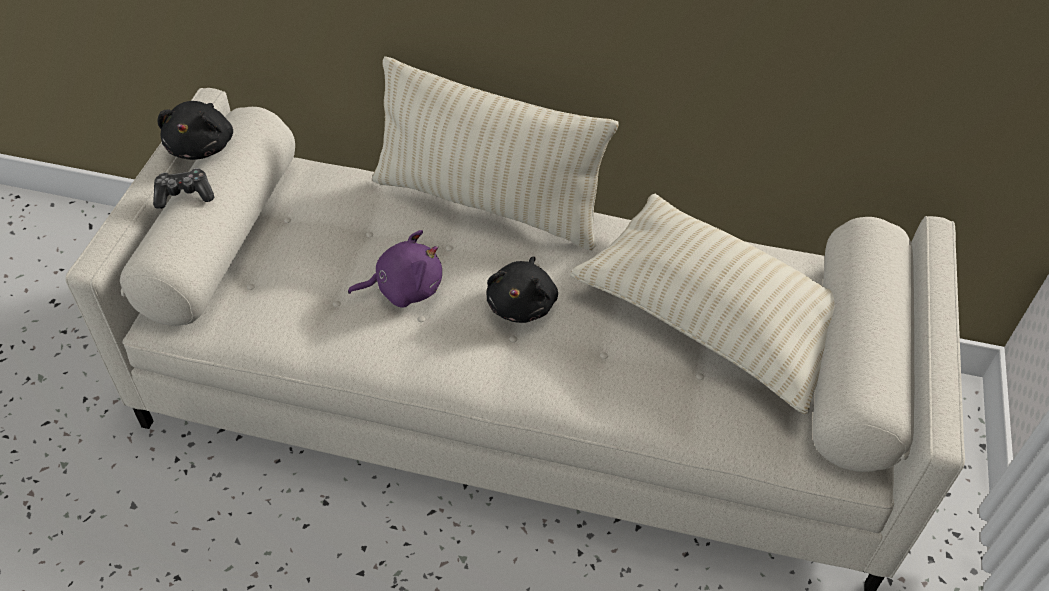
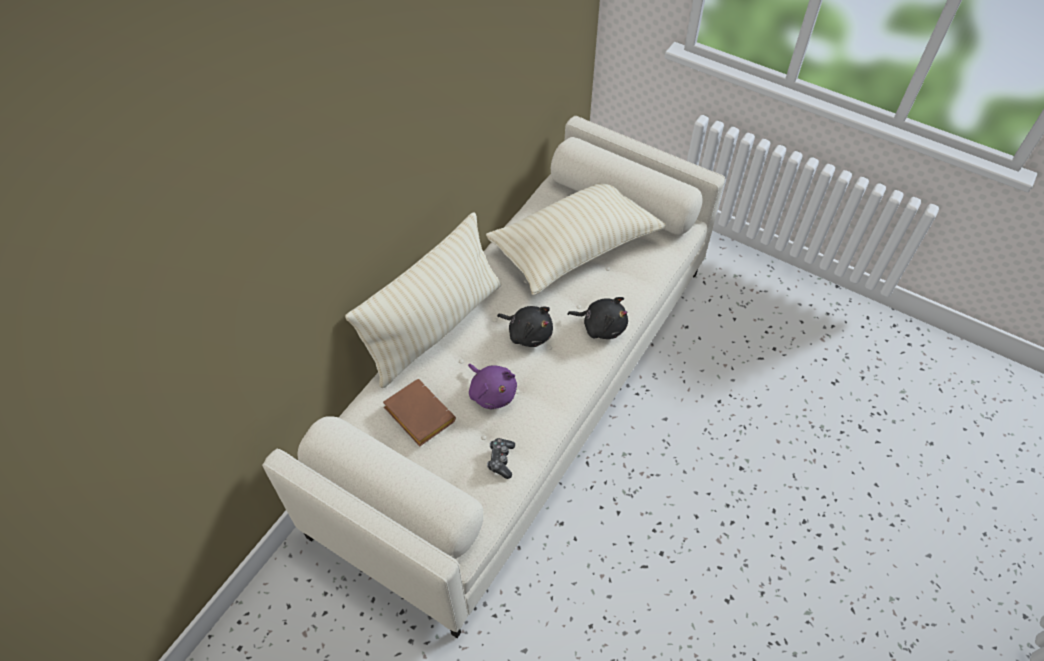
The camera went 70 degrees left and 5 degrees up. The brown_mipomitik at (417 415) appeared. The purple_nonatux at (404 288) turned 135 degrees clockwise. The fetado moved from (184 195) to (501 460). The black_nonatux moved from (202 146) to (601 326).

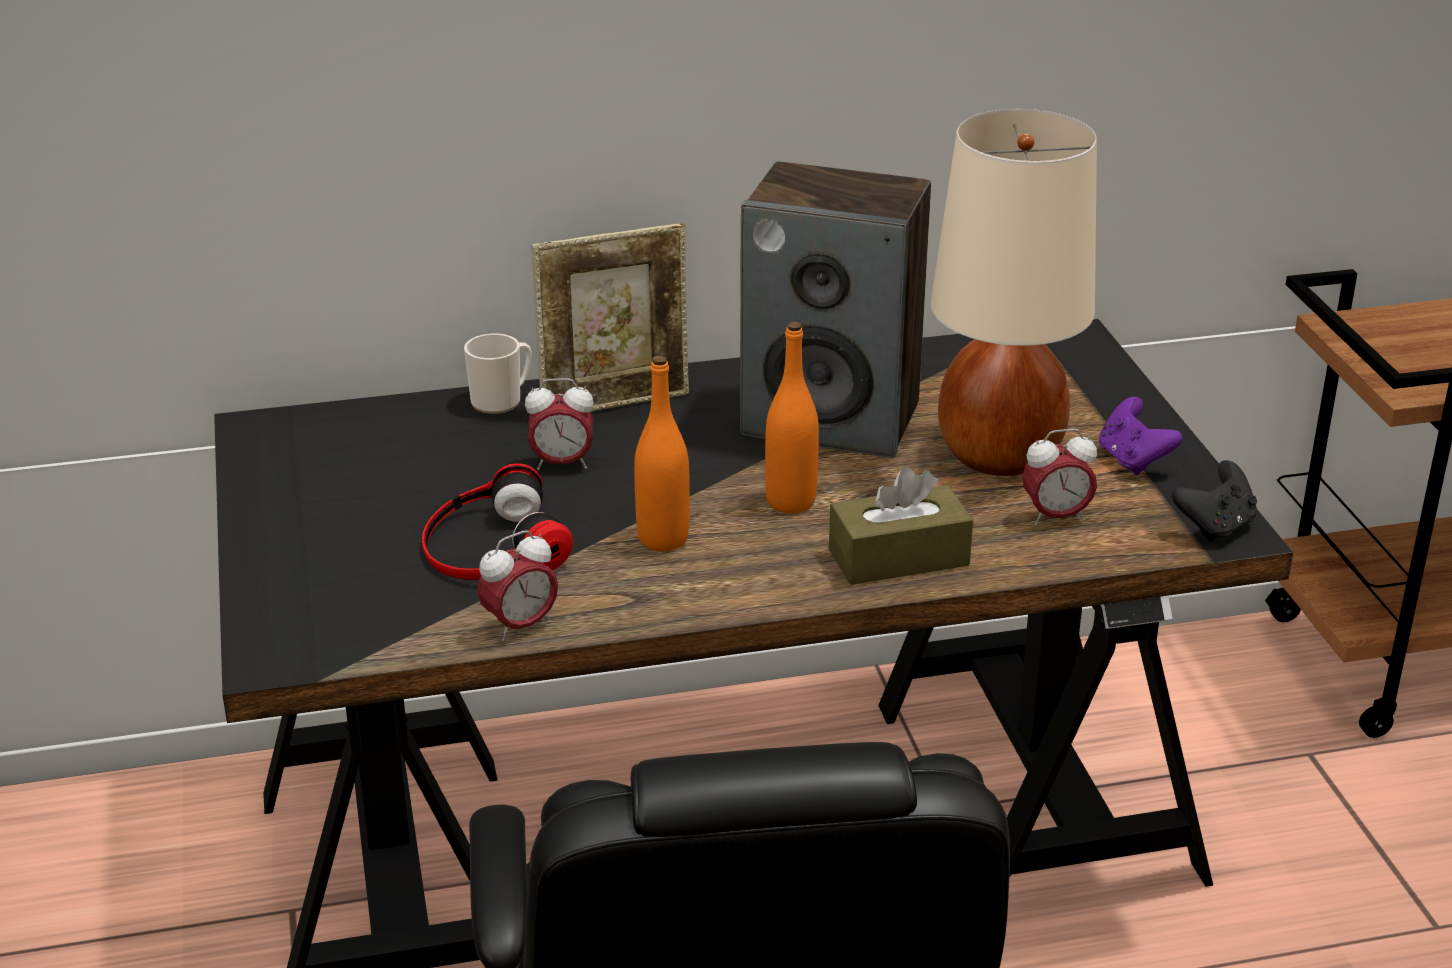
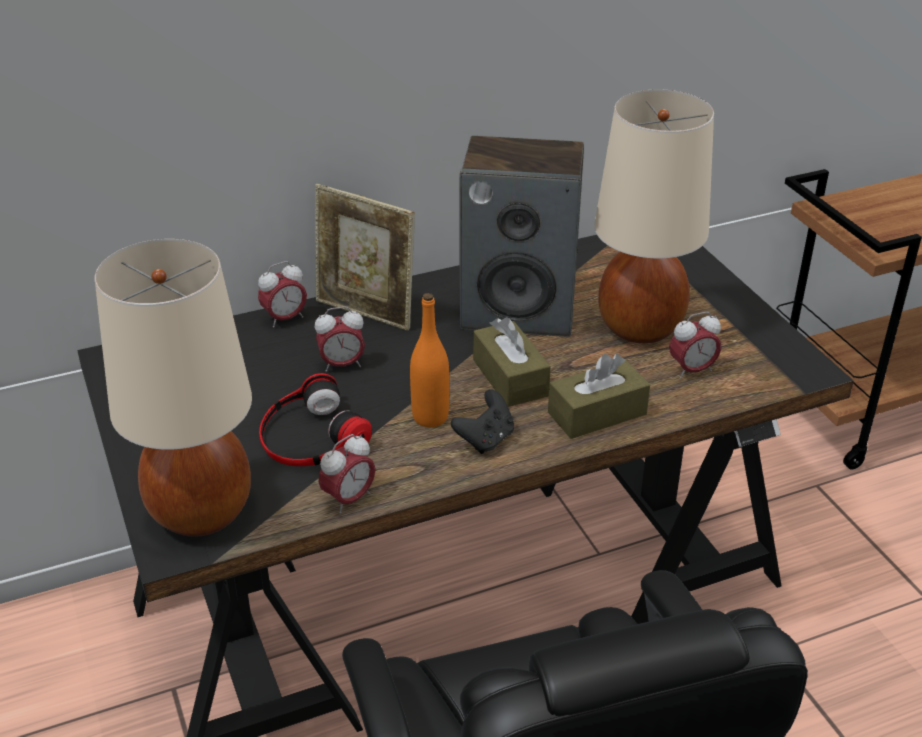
The camera went 10 degrees left and 5 degrees up. The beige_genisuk at (200 511) appeared. The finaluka at (501 400) was replaced by the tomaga at (285 319). The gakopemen at (615 403) turned 60 degrees clockwise. The black_fetado moved from (1215 526) to (485 439). The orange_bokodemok at (790 501) was replaced by the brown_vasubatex at (510 378). The purple_fetado at (1133 460) disappeared.

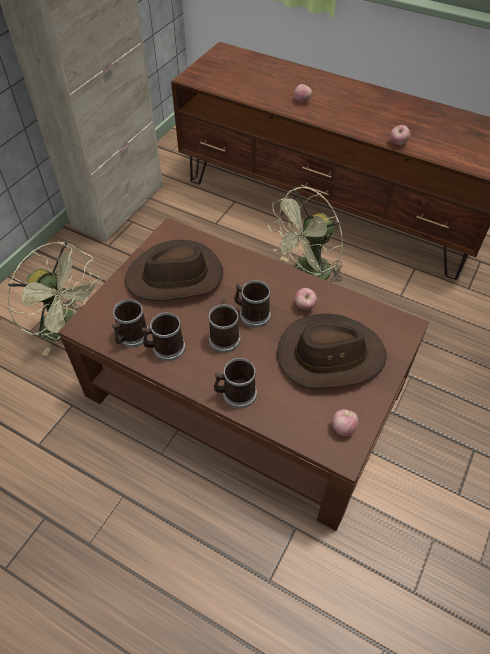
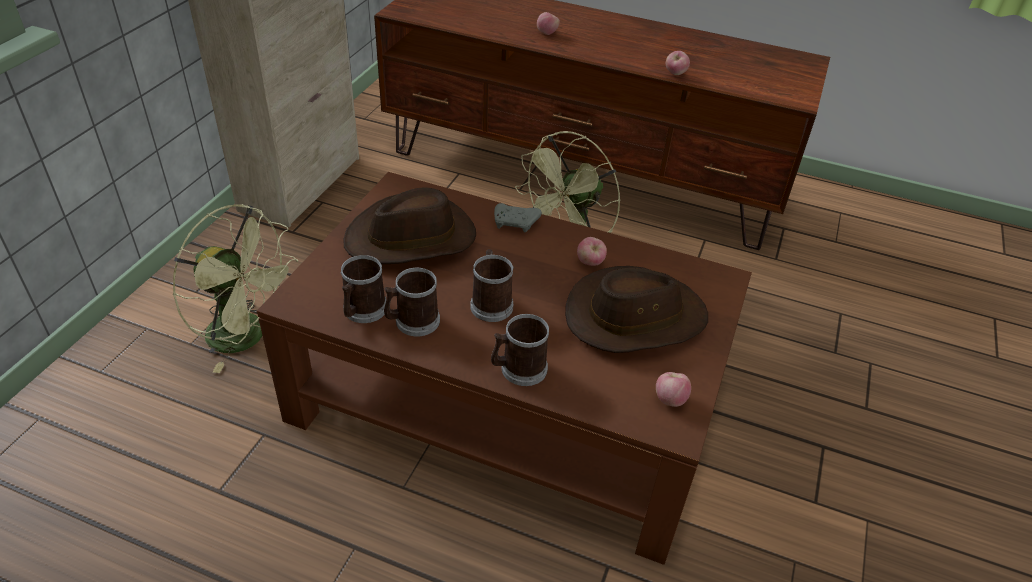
The camera went 10 degrees left and 10 degrees down. The grey_fetado at (516 223) appeared. The finaluka at (251 314) disappeared.

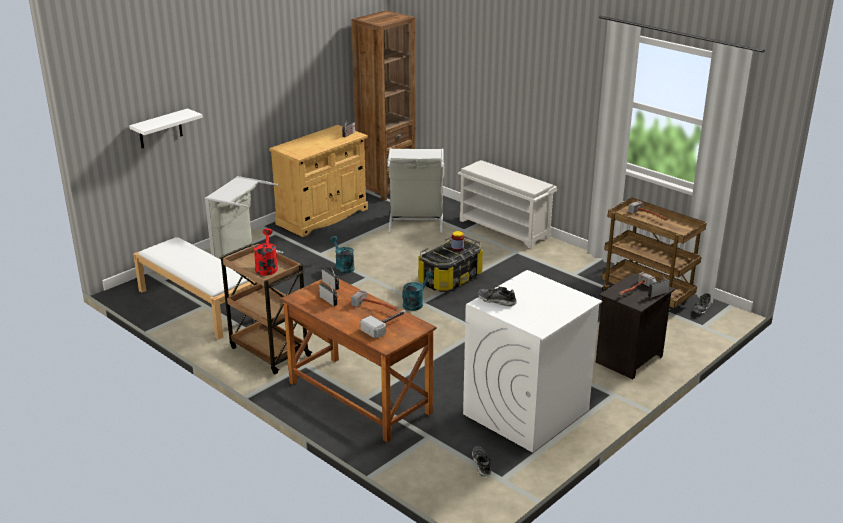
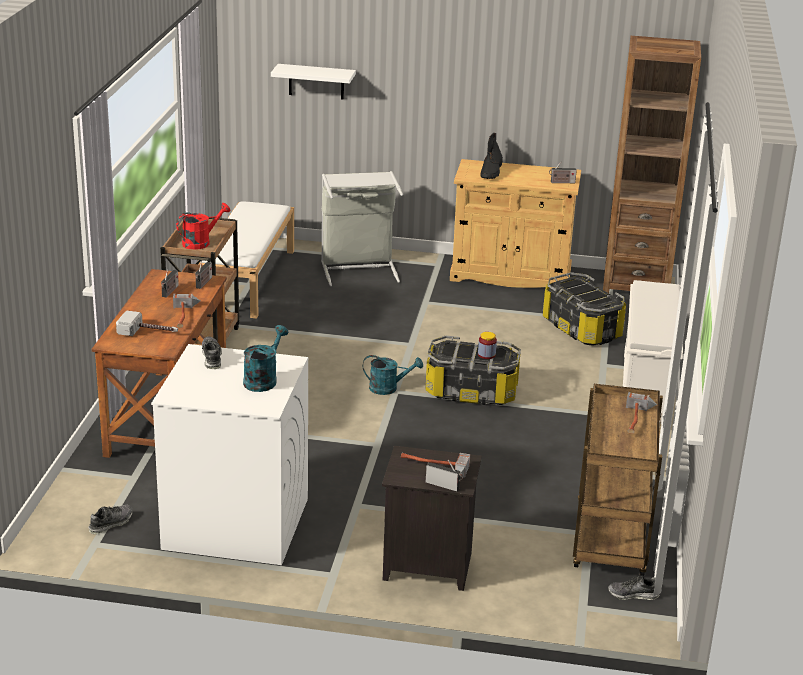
The camera went 55 degrees right and 0 degrees up. The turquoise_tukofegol moved from (343 267) to (263 380). The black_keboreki at (491 172) appeared. The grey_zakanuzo at (416 221) was replaced by the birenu at (582 328).

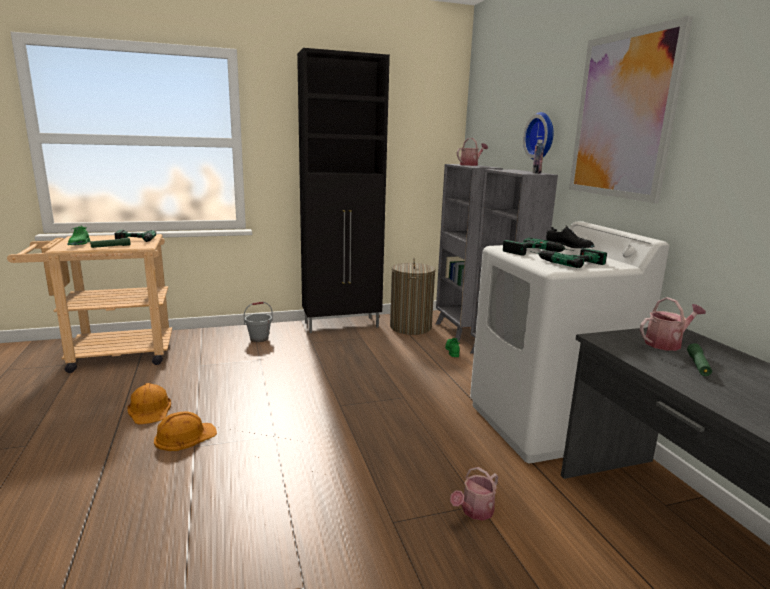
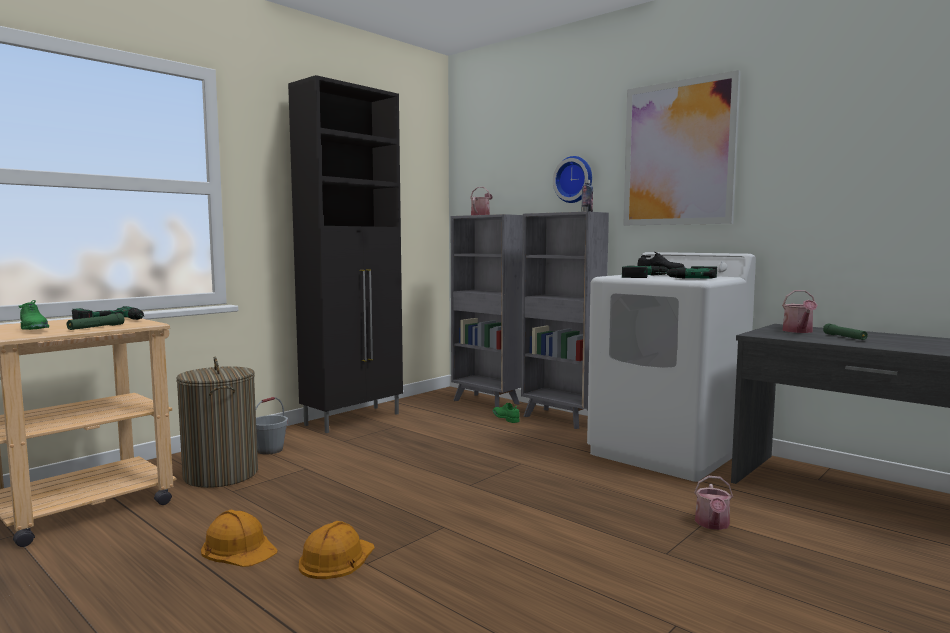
The camera went 30 degrees left and 10 degrees down. The zakanuzo moved from (410 327) to (221 474). The tukofegol at (666 343) turned 150 degrees clockwise.

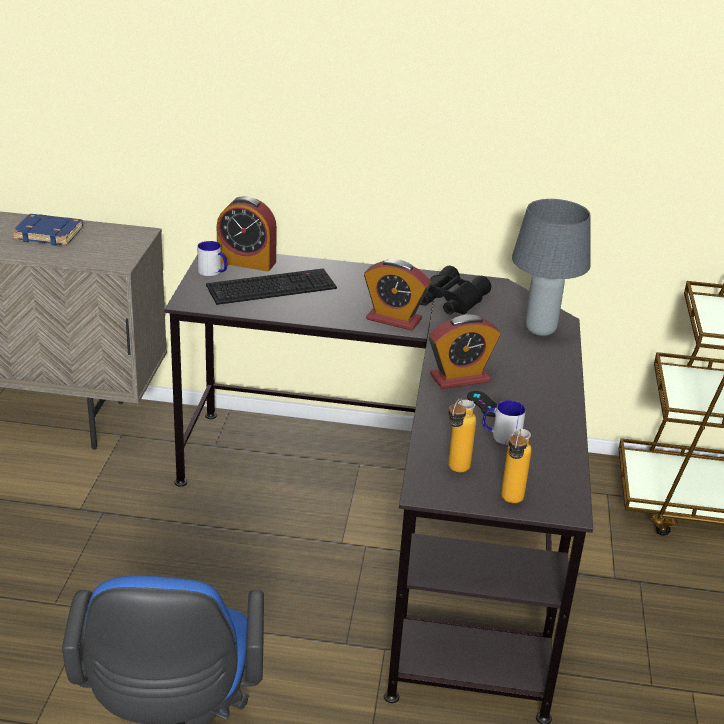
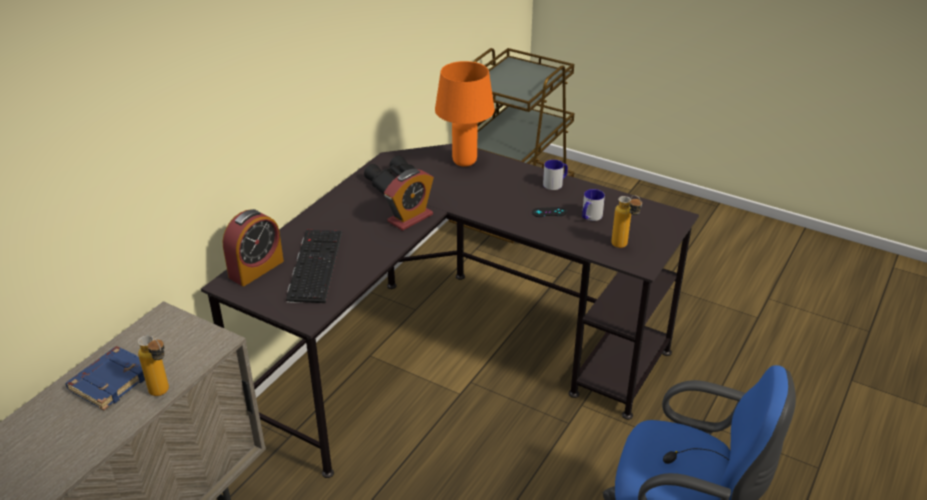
The camera went 65 degrees left and 5 degrees up. The bokodemok moved from (510 503) to (163 394). The grey_genisuk at (541 330) became the orange_genisuk at (465 161). The finaluka moved from (213 272) to (555 183). The tomaga at (460 378) disappeared.

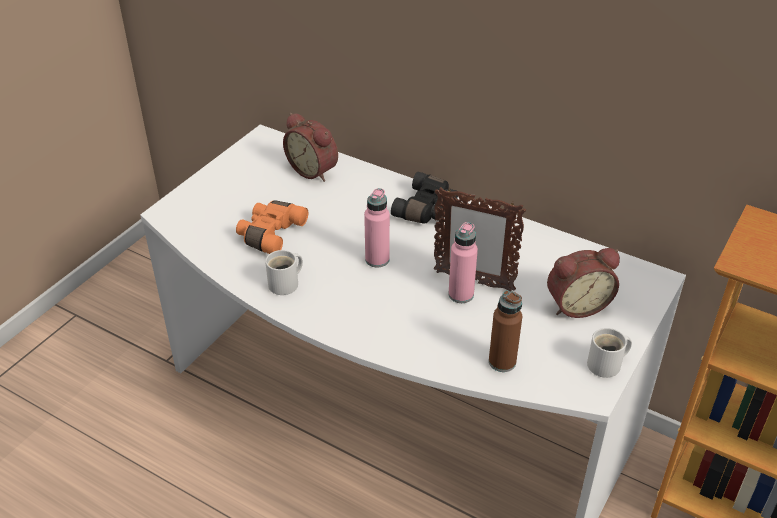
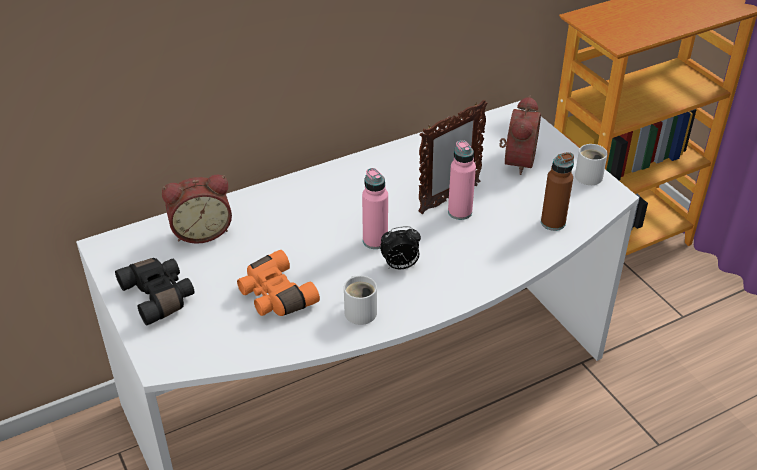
The camera went 60 degrees left and 0 degrees up. The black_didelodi moved from (427 209) to (160 296). The tomaga at (400 266) appeared.

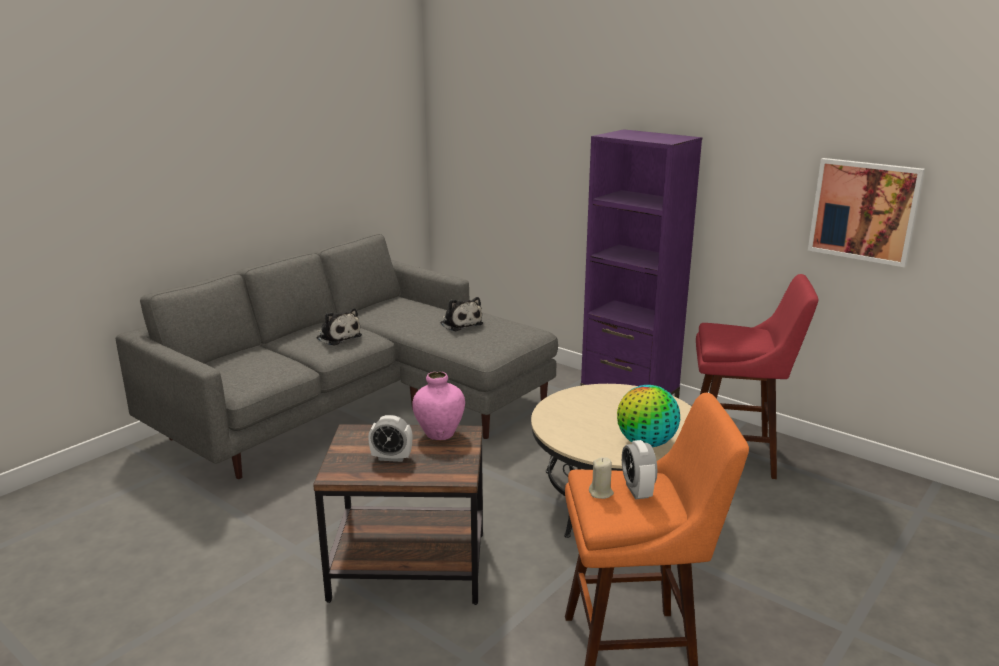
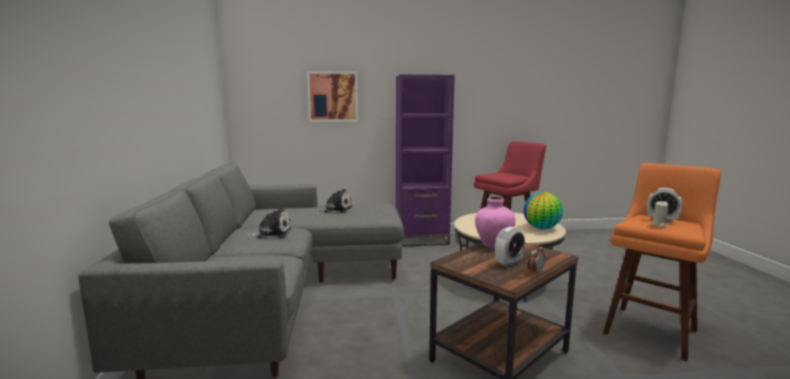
The camera went 45 degrees left and 10 degrees down. The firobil moved from (864 211) to (333 96). The tomaga at (535 272) appeared.

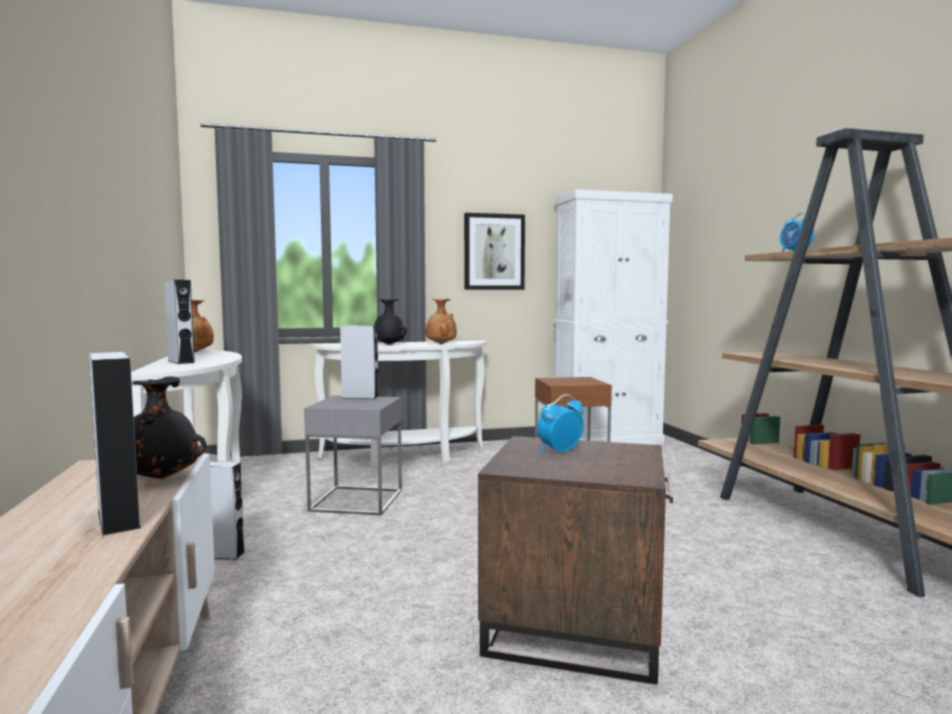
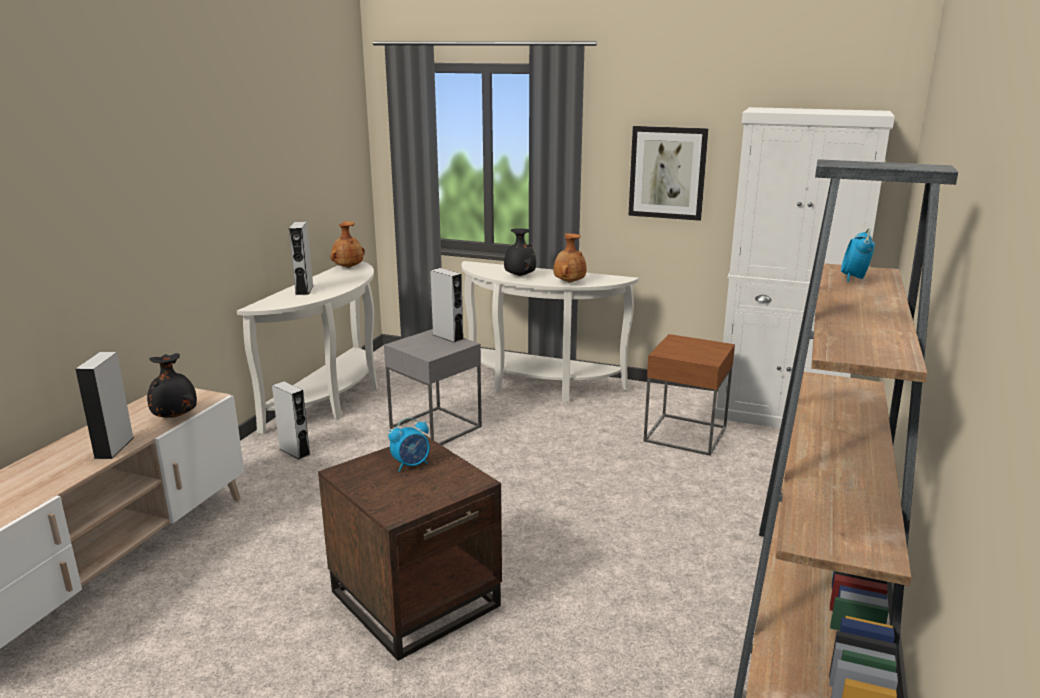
The camera went 35 degrees right and 15 degrees up. The tomaga at (559 451) turned 150 degrees clockwise.

